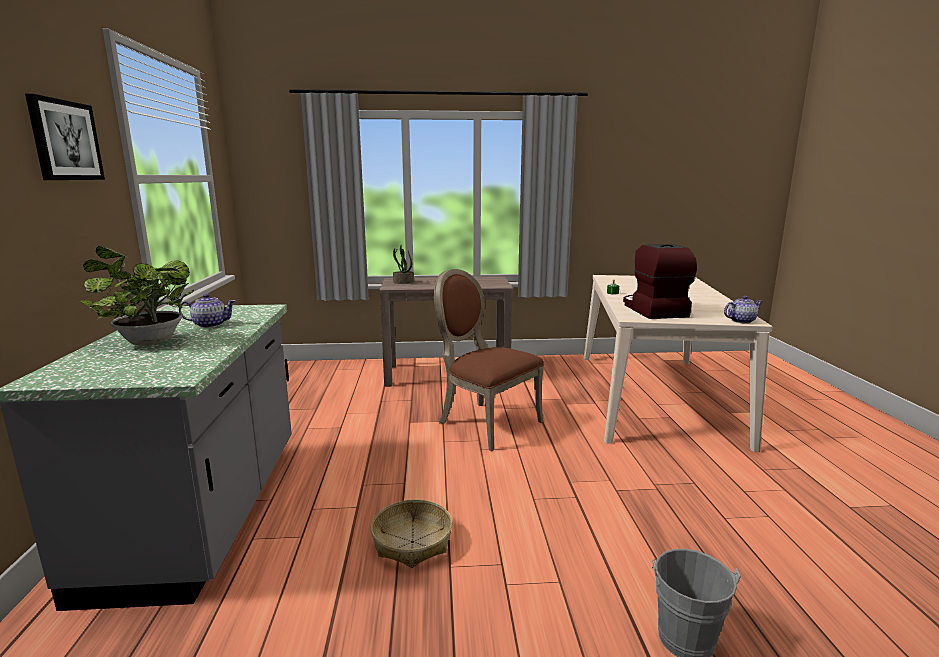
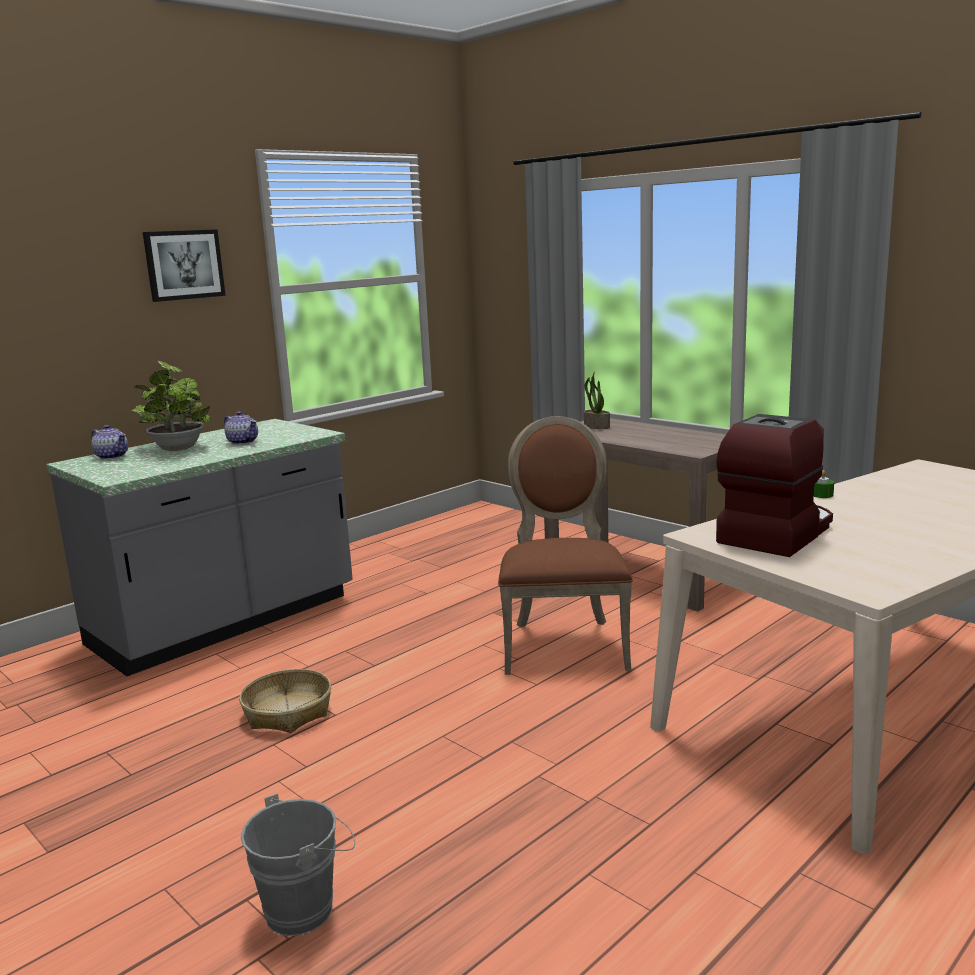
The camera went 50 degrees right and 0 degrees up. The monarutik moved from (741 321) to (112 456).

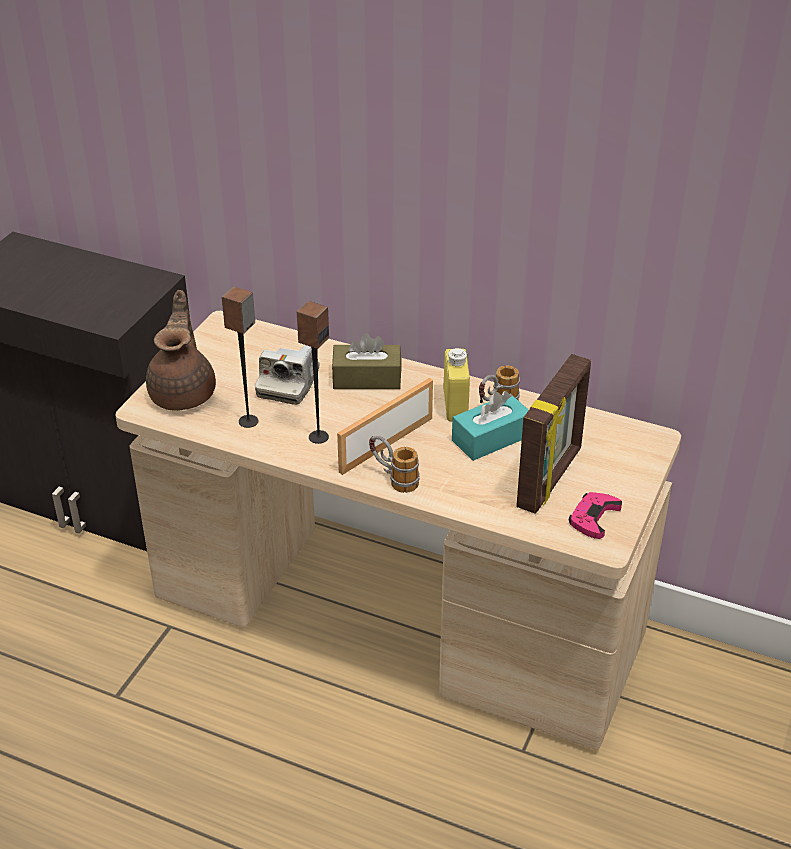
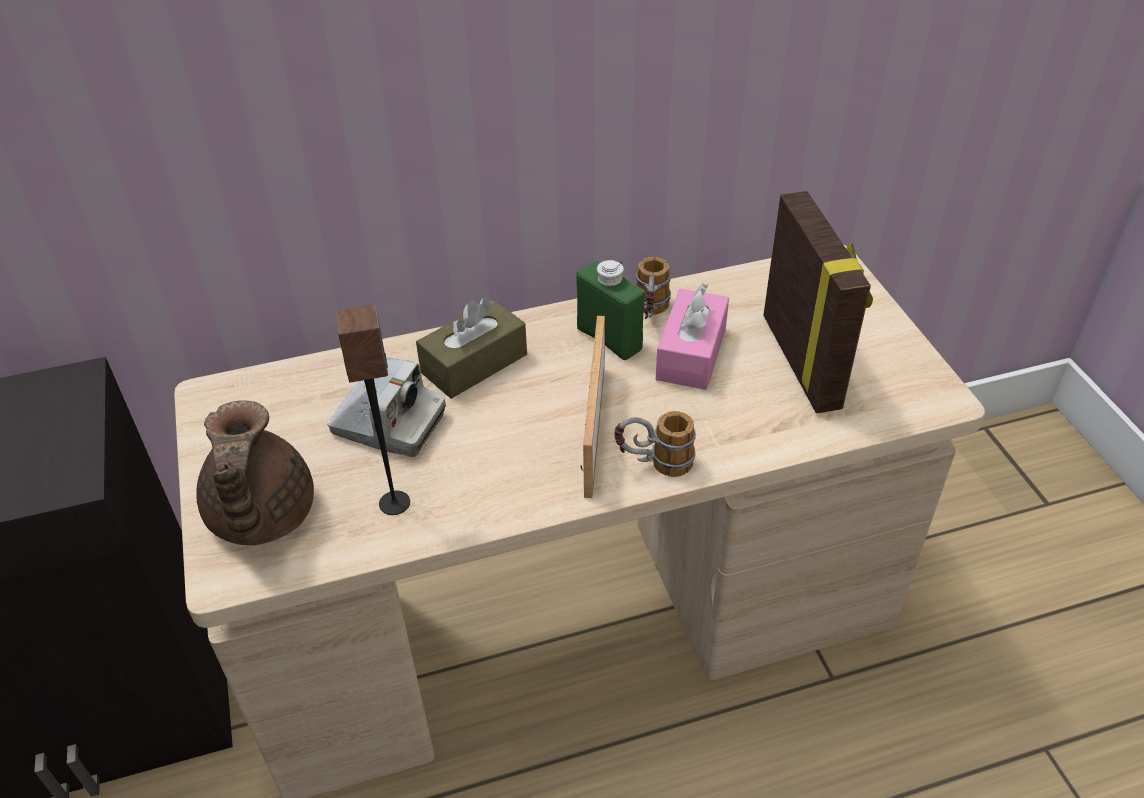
The camera went 40 degrees left and 5 degrees up. The brown_monarutik at (184 393) turned 150 degrees counterclockwise. The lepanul at (288 384) turned 45 degrees counterclockwise. The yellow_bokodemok at (455 405) became the green_bokodemok at (609 339). The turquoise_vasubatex at (491 438) became the pink_vasubatex at (691 354). The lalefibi at (318 437) disappeared. The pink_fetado at (593 518) disappeared.

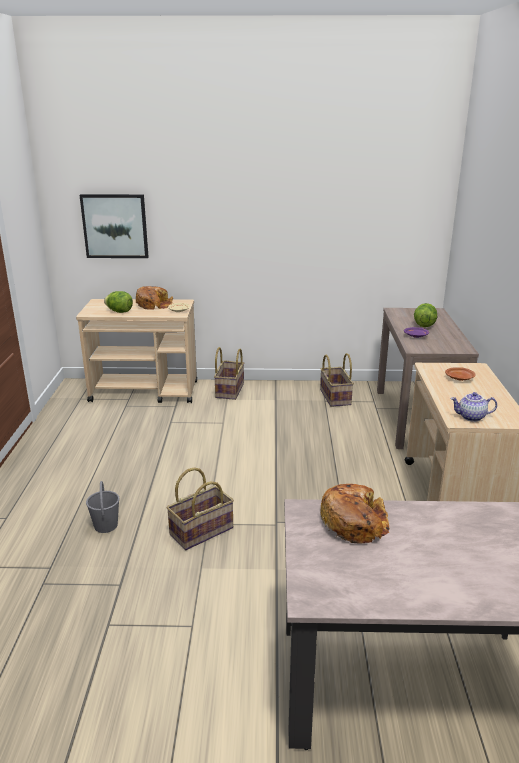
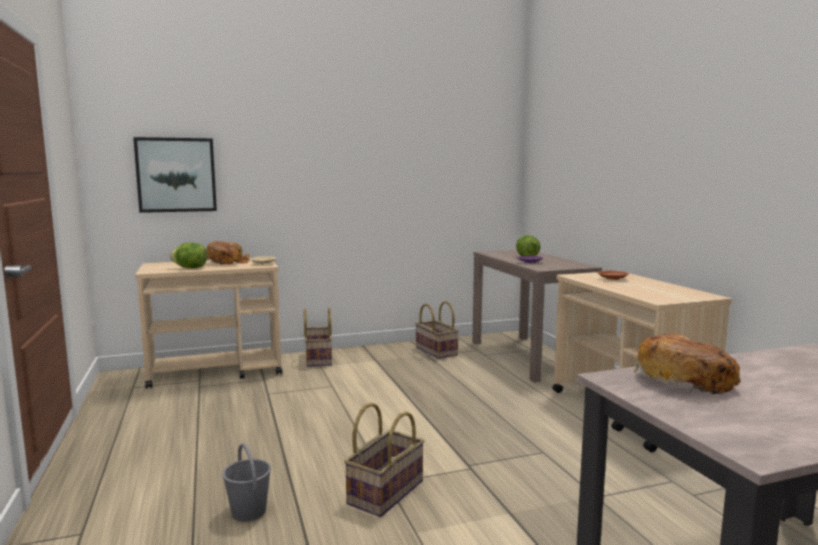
The camera went 20 degrees left and 15 degrees down. The monarutik at (471 417) disappeared.

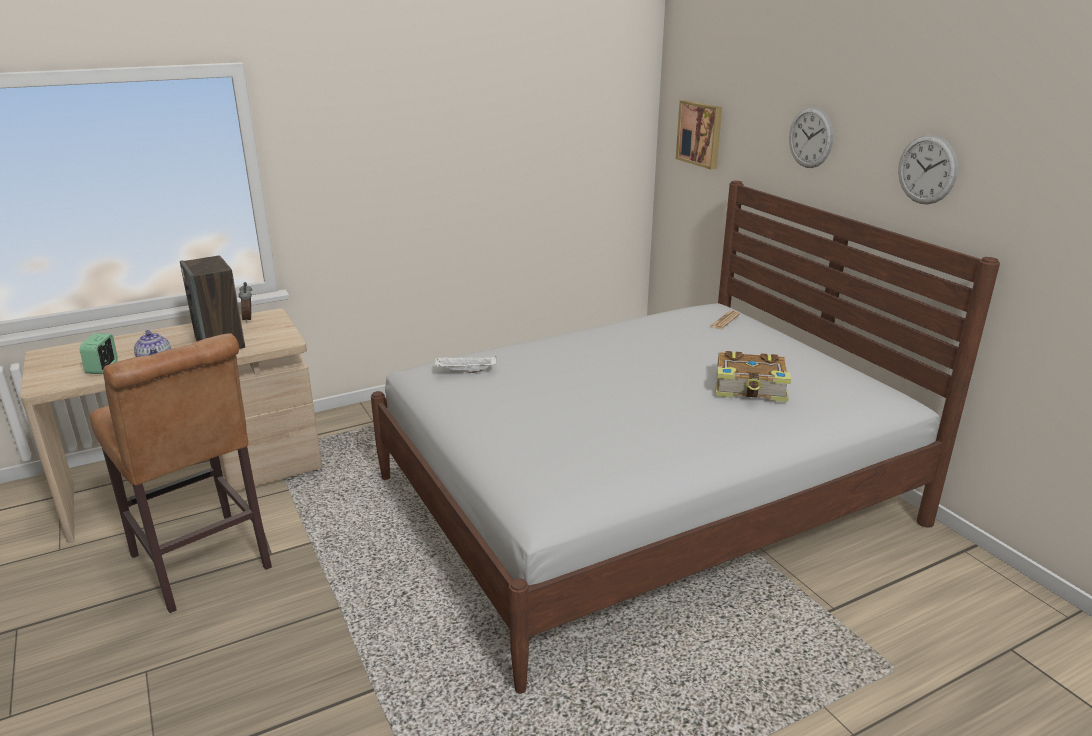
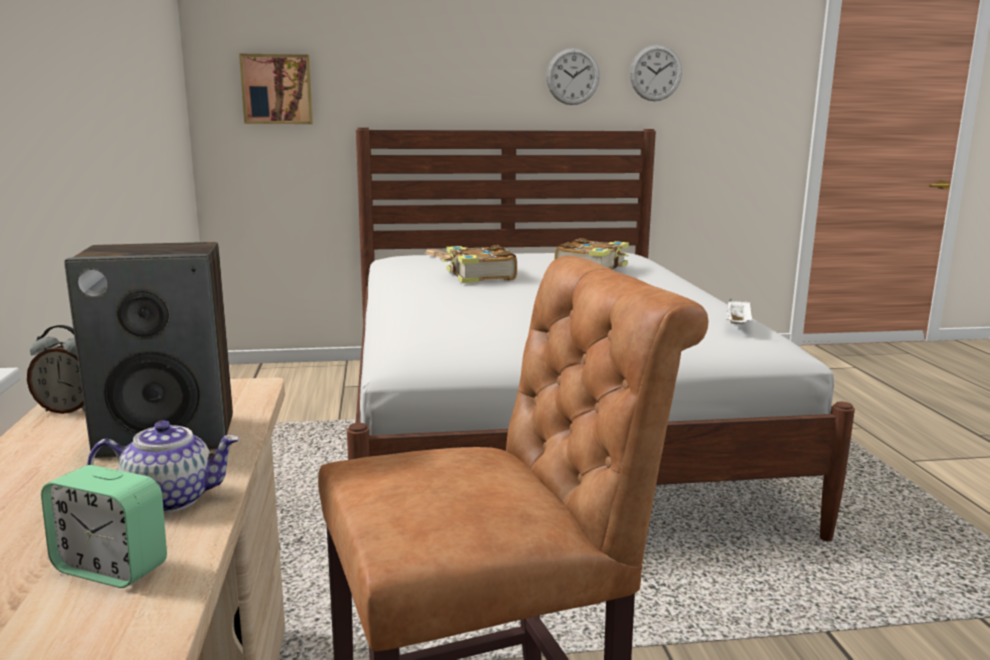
The camera went 70 degrees left and 10 degrees down. The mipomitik at (479 276) appeared. The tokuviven moved from (810 137) to (655 73). The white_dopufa moved from (465 372) to (737 325).

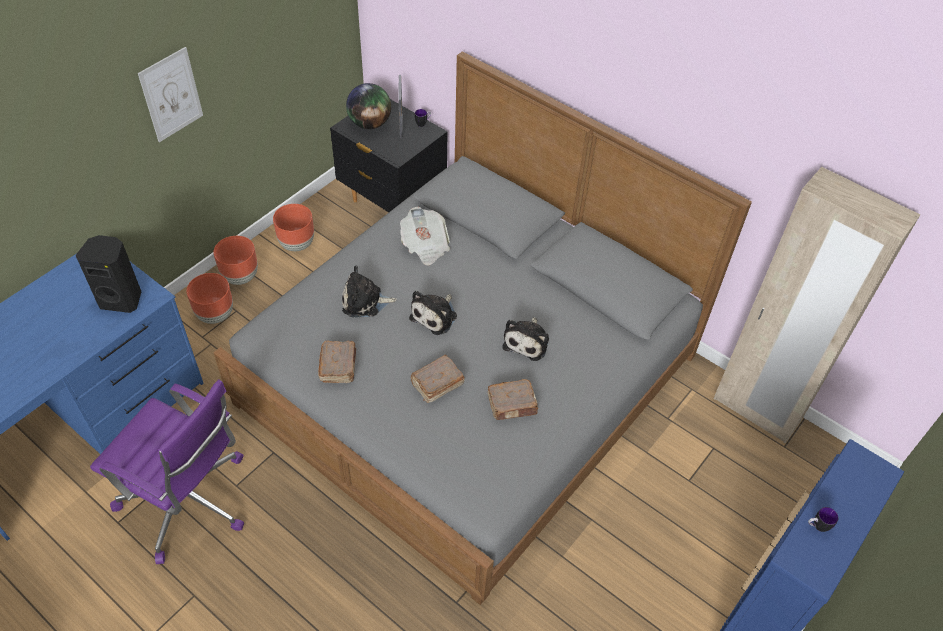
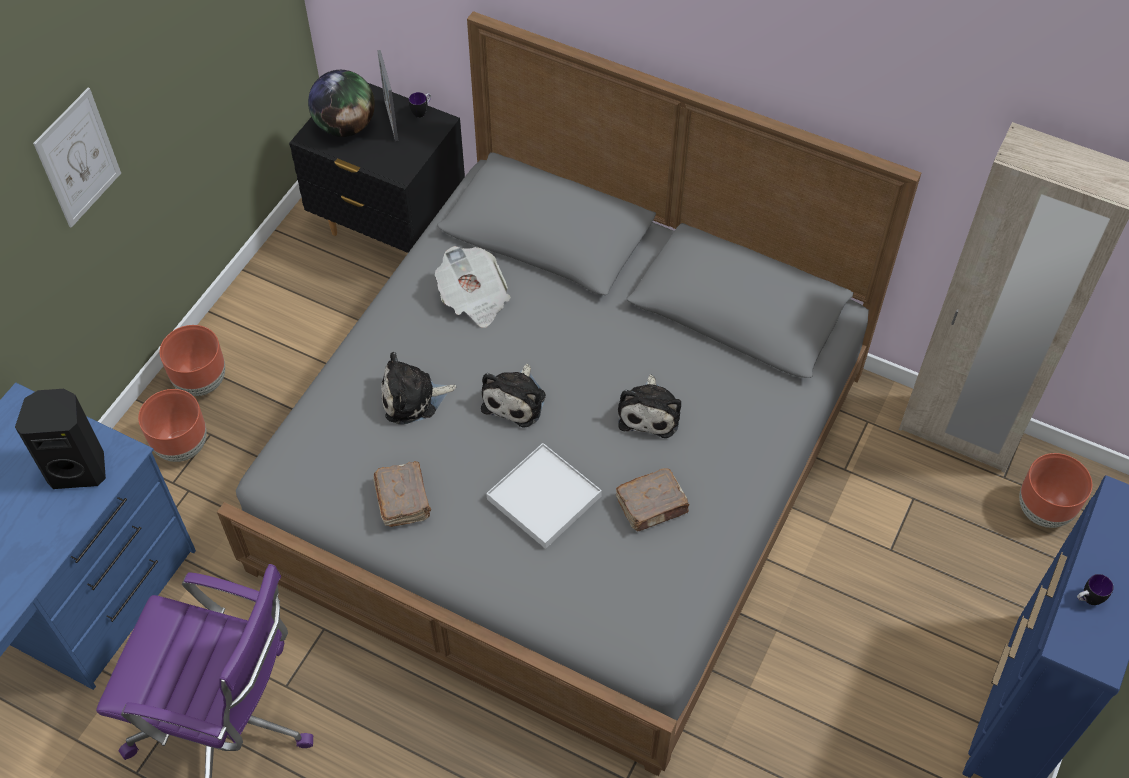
The camera went 10 degrees left and 5 degrees up. The brown_mipomitik at (436 384) was replaced by the white_dopufa at (543 498). The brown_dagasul moved from (296 244) to (1043 511).

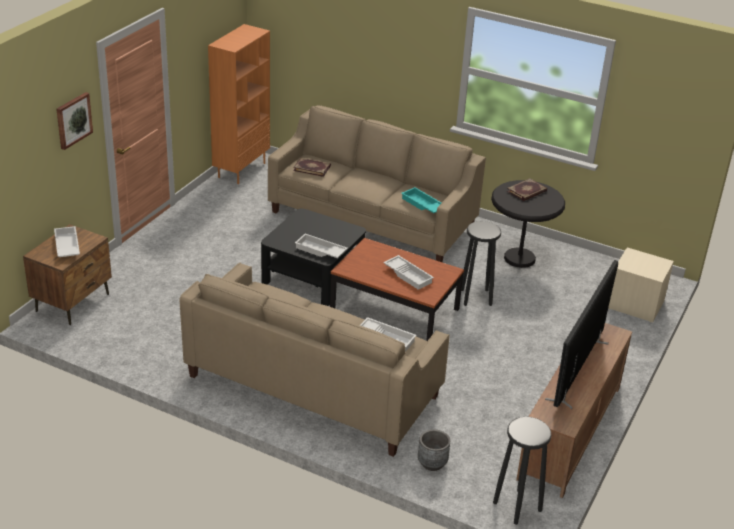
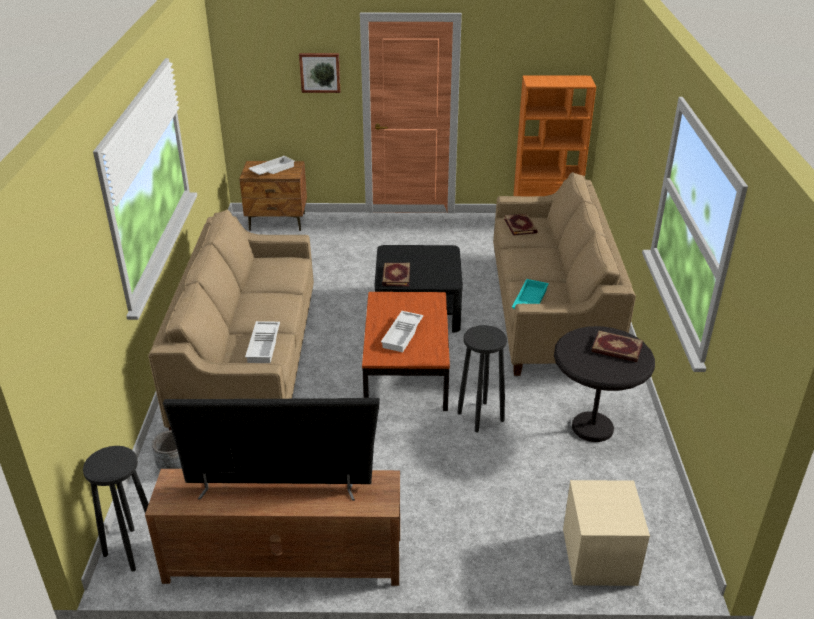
The camera went 65 degrees right and 0 degrees up. The white_dopufa at (320 251) was replaced by the mipomitik at (395 276).

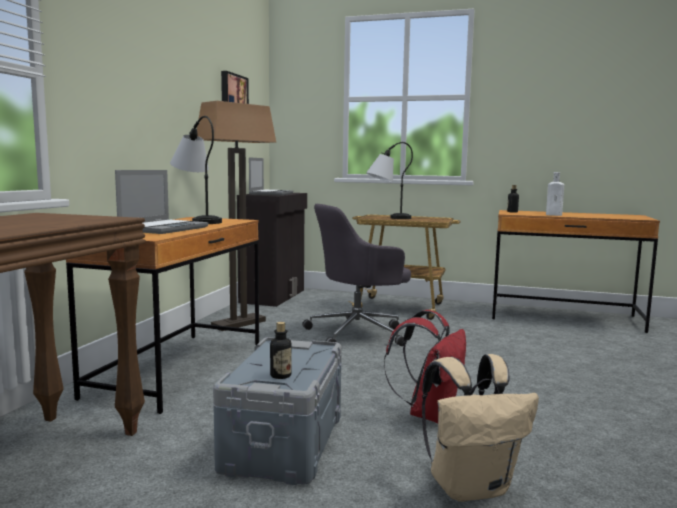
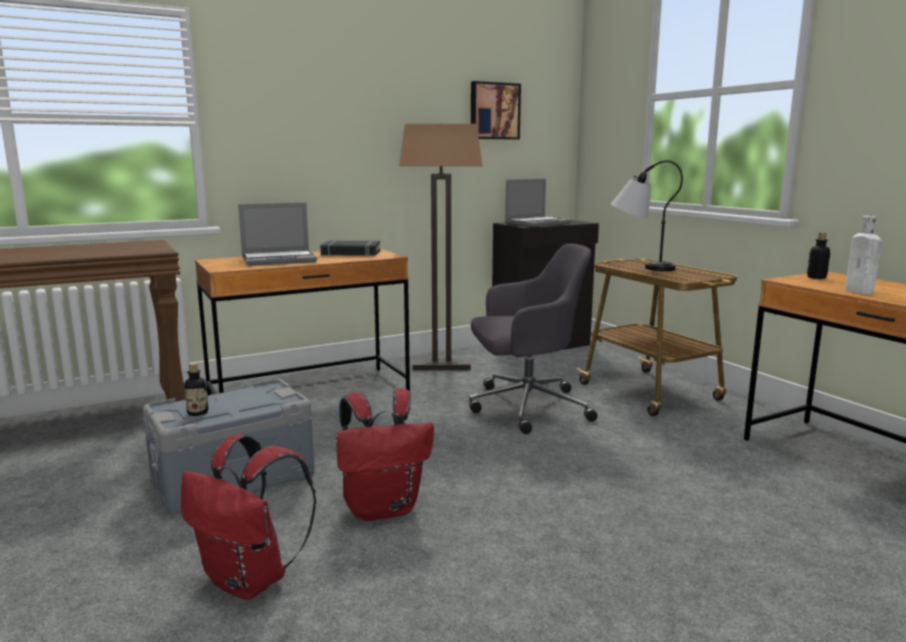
The camera went 45 degrees right and 5 degrees up. The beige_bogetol at (471 487) became the red_bogetol at (251 580). The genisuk at (197 221) was replaced by the black_mipomitik at (351 253). The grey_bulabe at (358 333) turned 150 degrees clockwise.

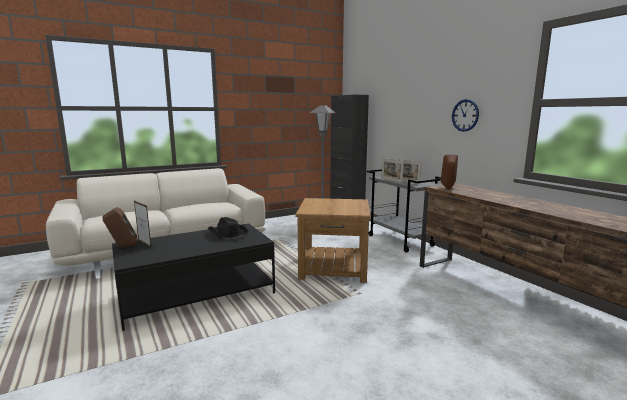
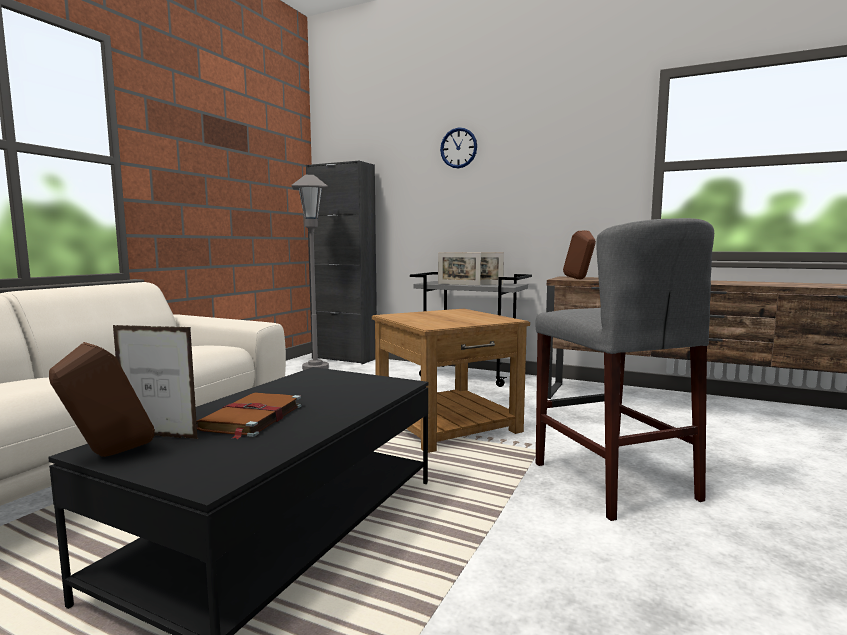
The camera went 35 degrees left and 5 degrees down. The brown_mipomitik at (251 418) appeared. The tokuviven moved from (465 115) to (458 148). The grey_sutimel at (613 480) appeared. The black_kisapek at (227 234) disappeared.

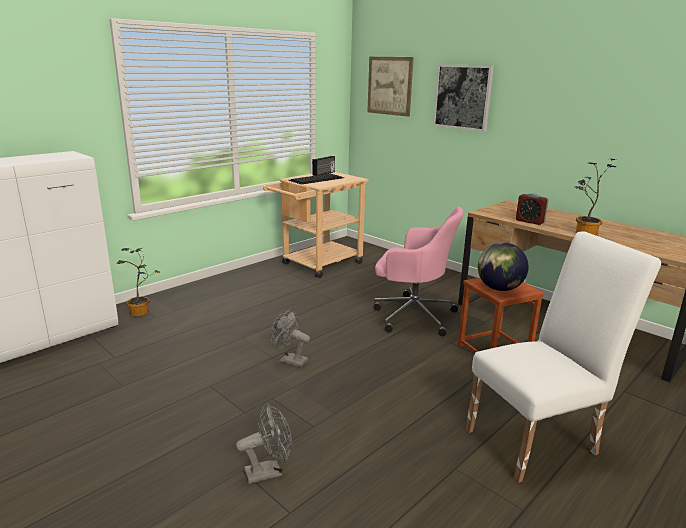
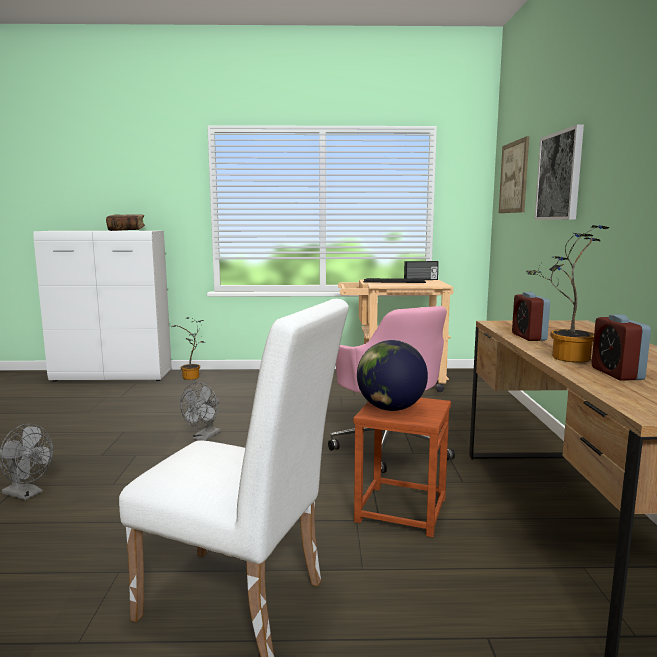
The camera went 45 degrees right and 10 degrees down. The mipomitik at (126 230) appeared. The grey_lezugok at (289 360) turned 135 degrees counterclockwise. The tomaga at (616 373) appeared.

